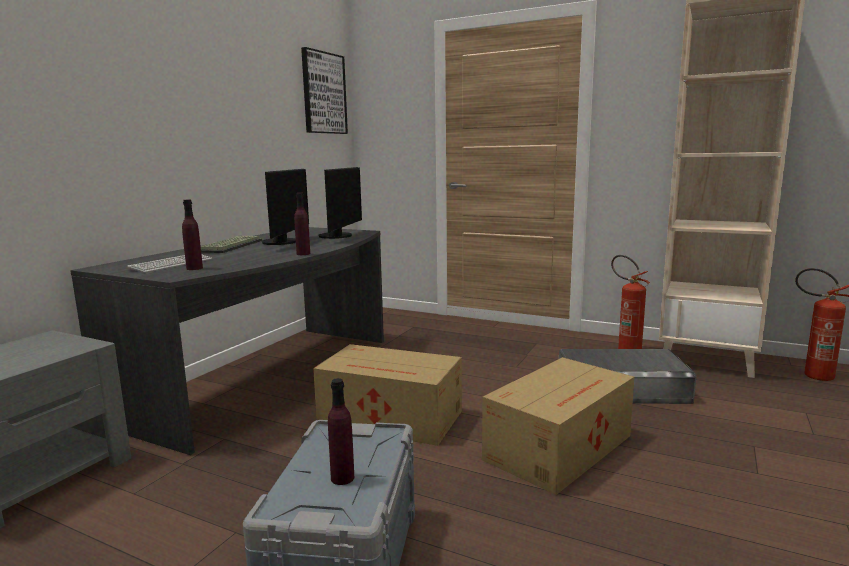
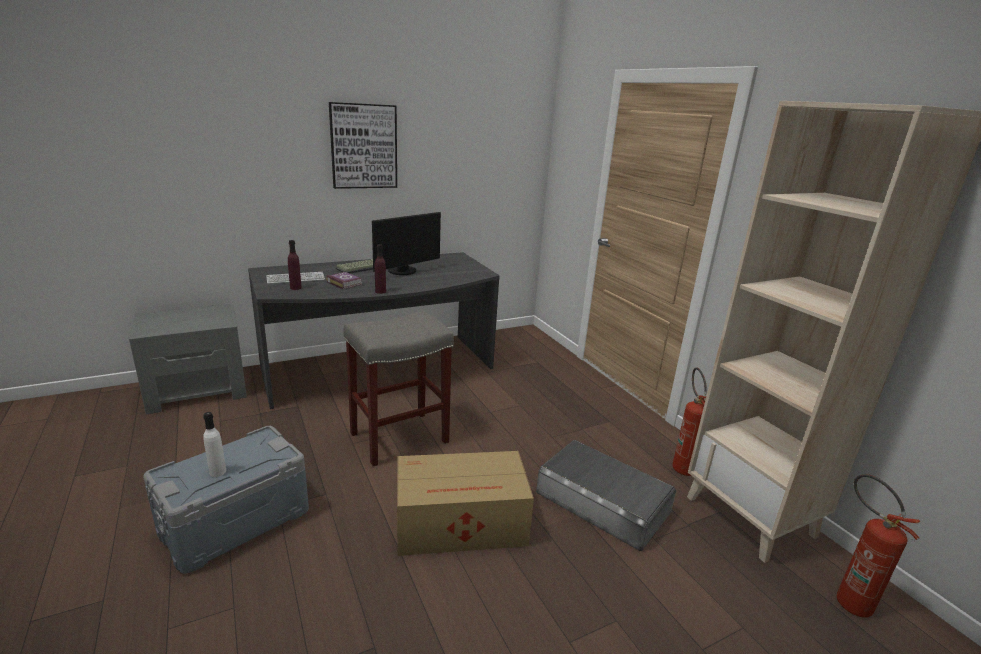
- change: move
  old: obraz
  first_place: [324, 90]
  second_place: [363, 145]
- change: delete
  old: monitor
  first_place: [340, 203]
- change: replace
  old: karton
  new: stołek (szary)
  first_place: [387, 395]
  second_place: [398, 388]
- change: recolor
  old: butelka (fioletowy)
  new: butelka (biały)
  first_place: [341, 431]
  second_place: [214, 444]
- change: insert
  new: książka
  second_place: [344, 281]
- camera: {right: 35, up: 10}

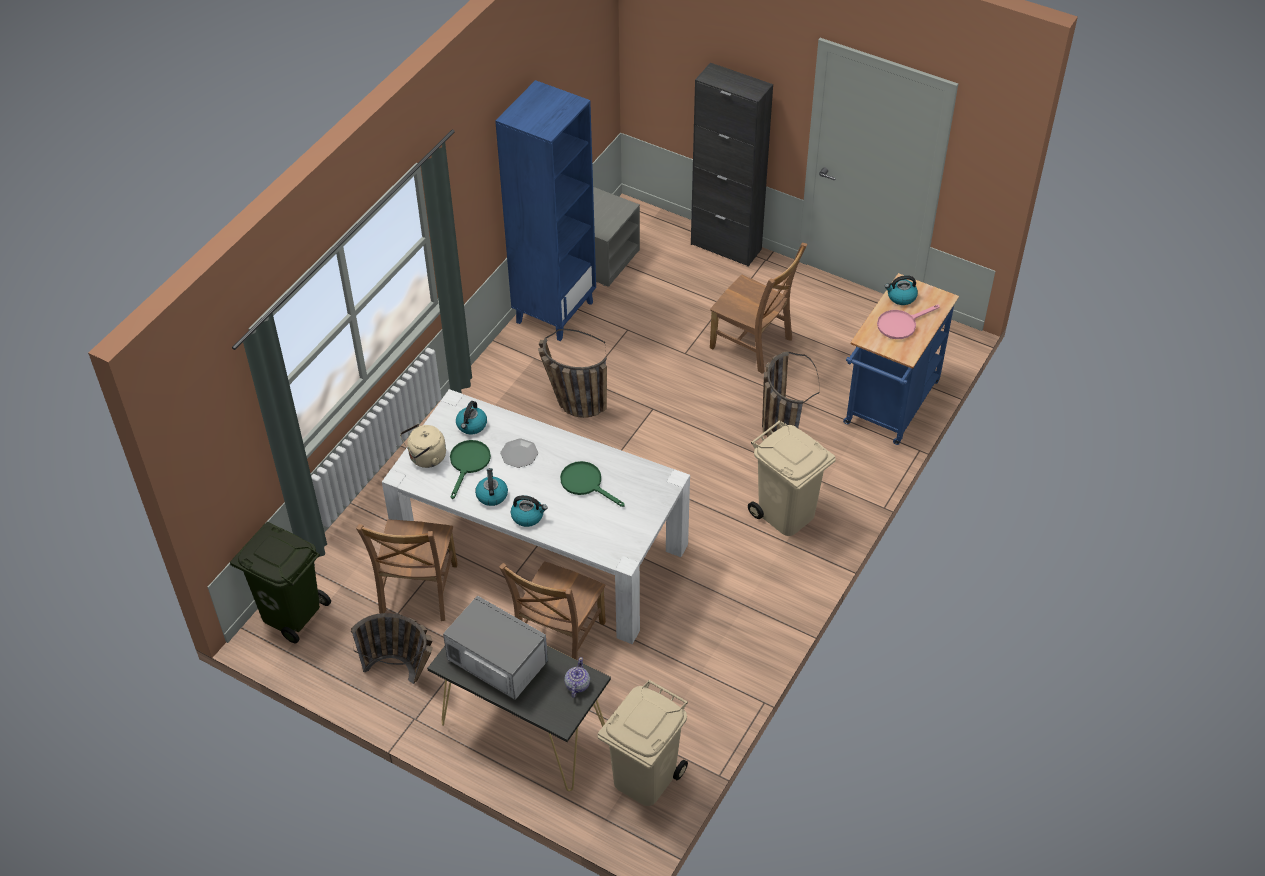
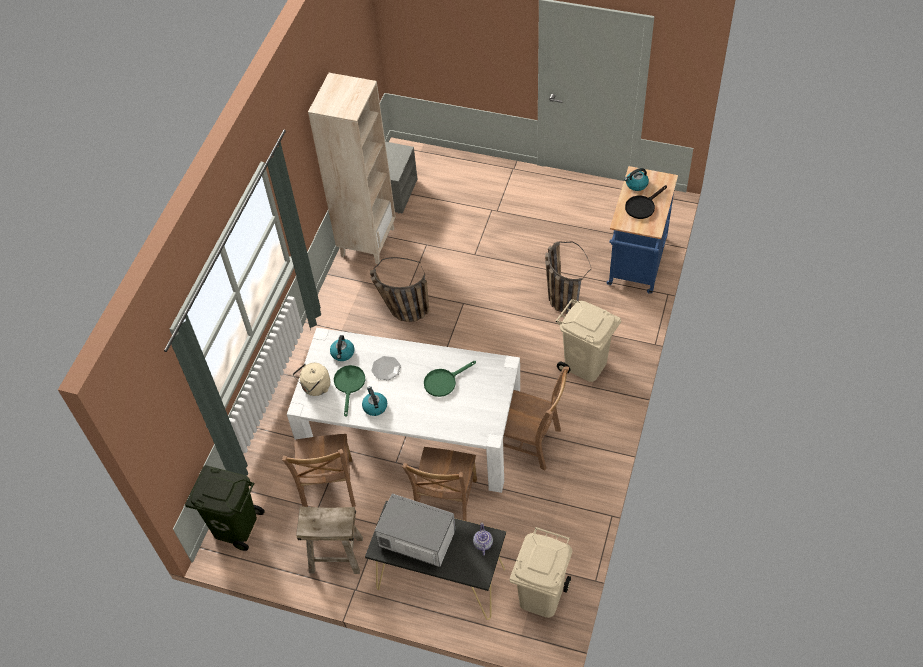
- change: delete
  old: szafka (czarny)
  first_place: [732, 165]
- change: recolor
  old: regał (niebieski)
  new: regał (beżowy)
  first_place: [545, 210]
  second_place: [352, 168]
- change: move
  old: krzesło (brązowy)
  first_place: [758, 308]
  second_place: [536, 418]
- change: recolor
  old: patelnia (różowy)
  new: patelnia (czarny)
  first_place: [908, 322]
  second_place: [646, 202]
- change: rotate
  old: patelnia (zielony)
  first_place: [592, 484]
  second_place: [450, 379]
  degrees: -60
- change: delete
  old: czajnik
  first_place: [529, 511]
- change: replace
  old: koszyk
  new: stołek (beżowy)
  first_place: [392, 648]
  second_place: [329, 540]
- camera: {right: -10, up: 5}

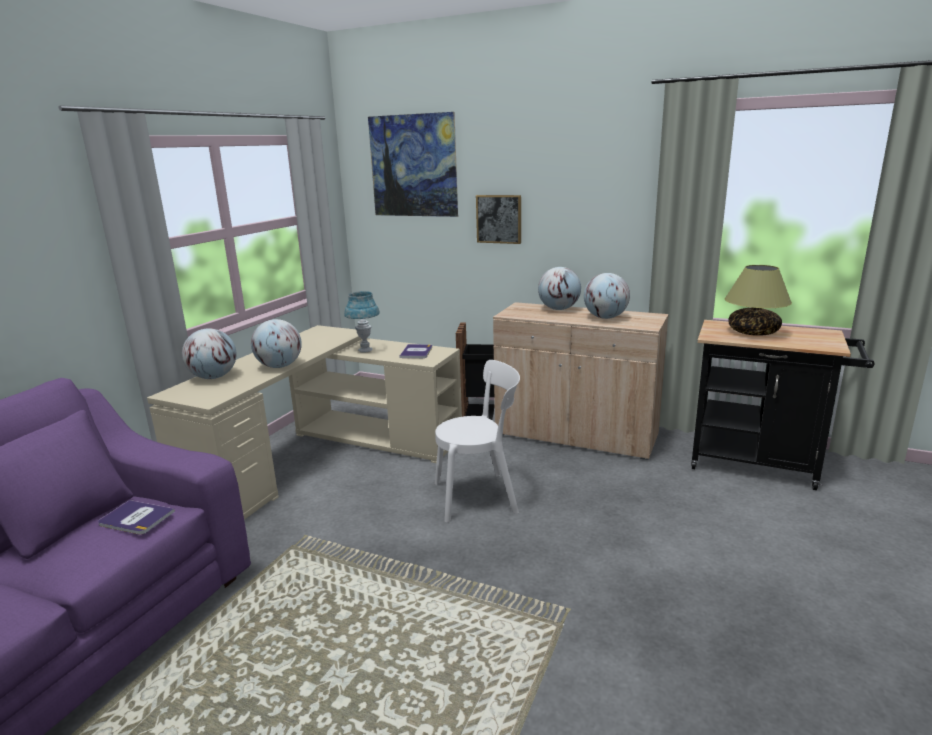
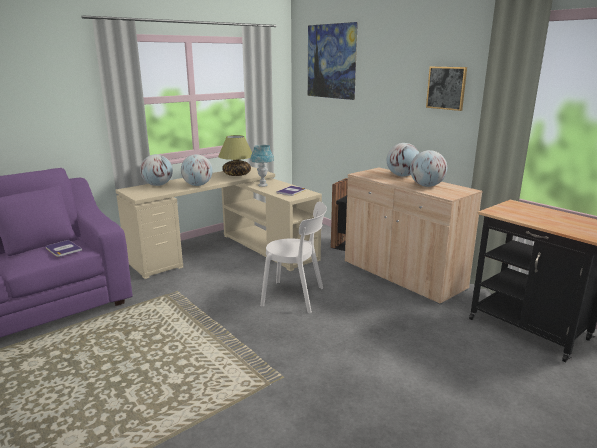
- change: move
  old: obraz
  first_place: [498, 219]
  second_place: [446, 88]
- change: move
  old: lampa stołowa
  first_place: [758, 300]
  second_place: [235, 155]
- camera: {right: 25, up: 0}

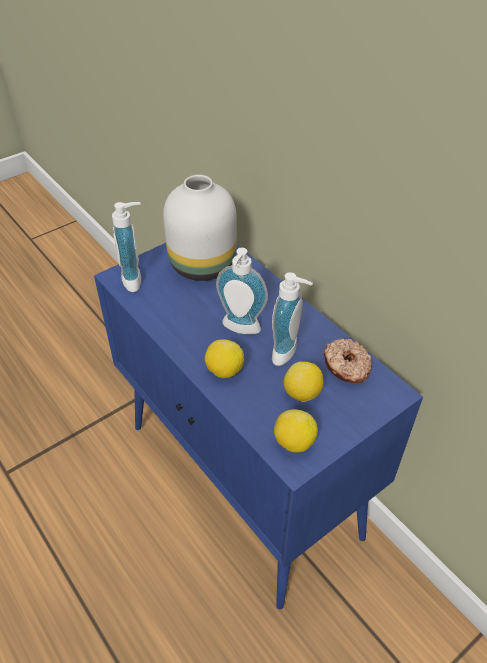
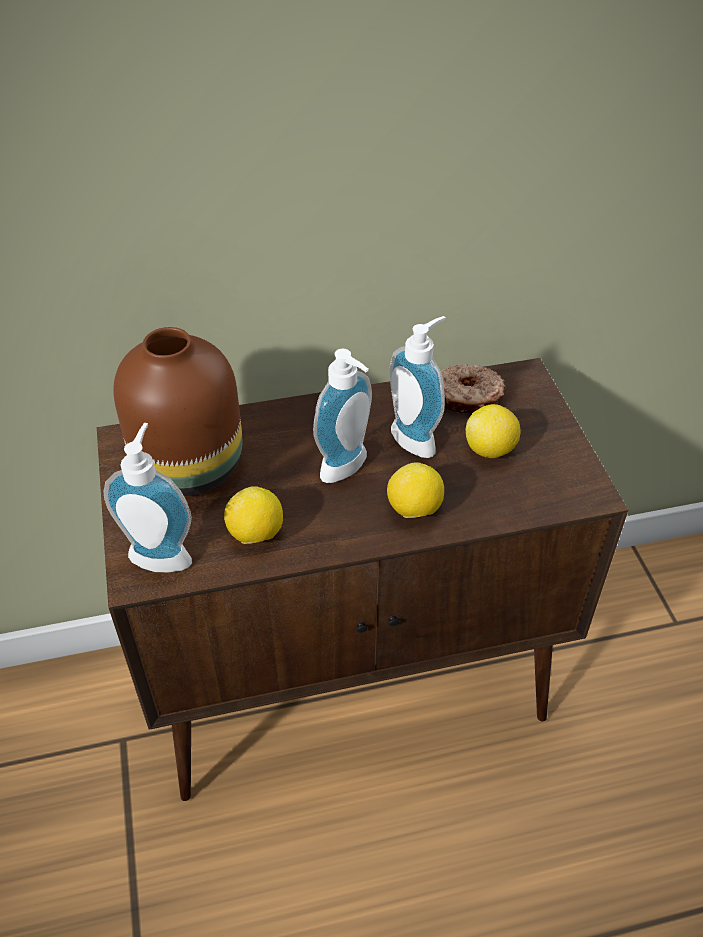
- change: recolor
  old: wazon (biały)
  new: wazon (brązowy)
  first_place: [200, 228]
  second_place: [178, 411]
- change: recolor
  old: szafka (niebieski)
  new: szafka (brązowy)
  first_place: [258, 426]
  second_place: [362, 579]
- change: move
  old: cytryna
  first_place: [296, 431]
  second_place: [253, 515]
- camera: {right: -65, up: 0}

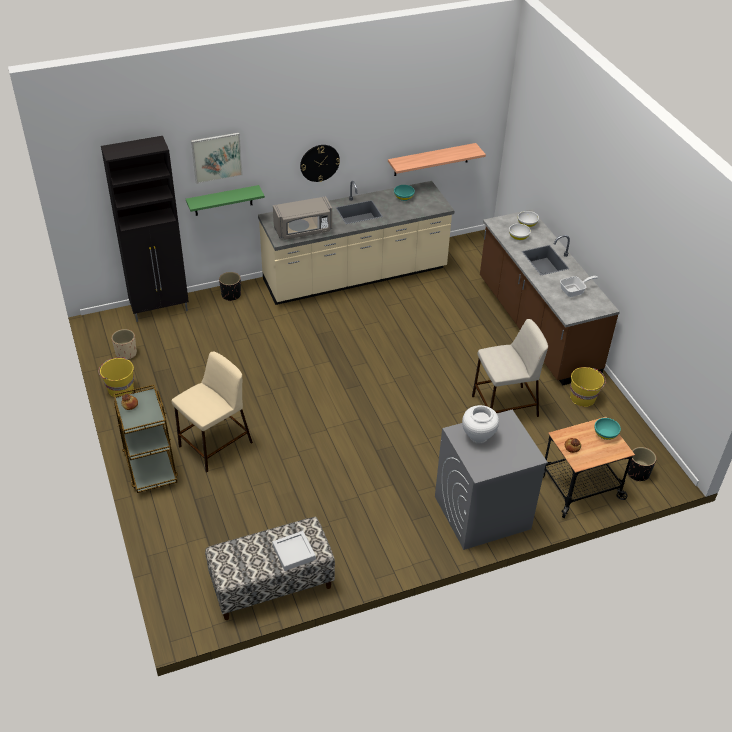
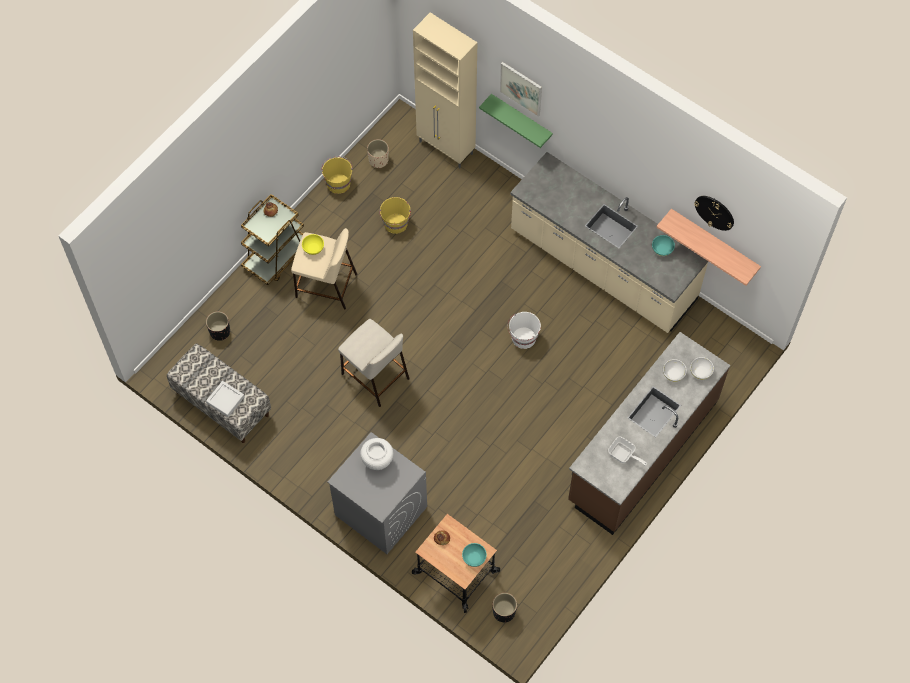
- change: recolor
  old: szafka (czarny)
  new: szafka (beżowy)
  first_place: [145, 229]
  second_place: [445, 90]
- change: move
  old: zegar ścienny
  first_place: [320, 163]
  second_place: [714, 213]
- change: delete
  old: mikrofalówka (szary)
  first_place: [302, 218]
- change: move
  old: donica (czarny)
  first_place: [230, 286]
  second_place: [218, 326]
- change: move
  old: stołek (beżowy)
  first_place: [510, 368]
  second_place: [373, 363]
- change: move
  old: wiadro (żółty)
  first_place: [588, 387]
  second_place: [395, 215]
- change: insert
  new: miska (żółty)
  second_place: [313, 244]
- change: insert
  new: wiadro (biały)
  second_place: [524, 330]
- camera: {right: 60, up: 20}

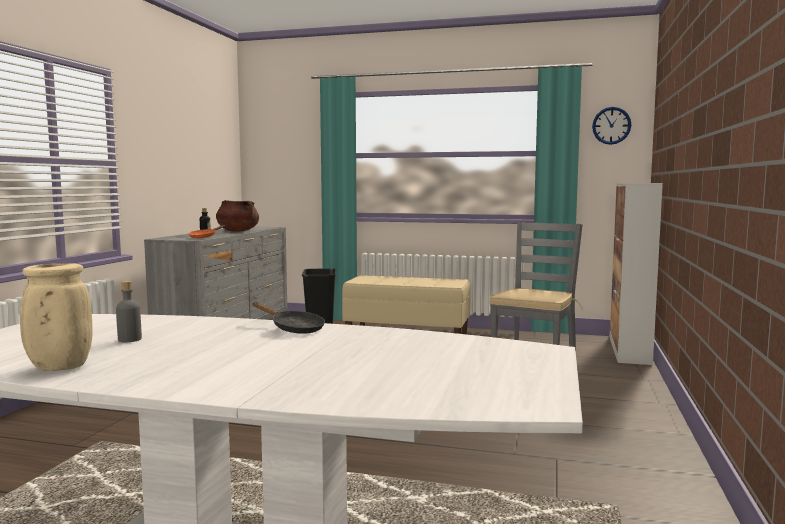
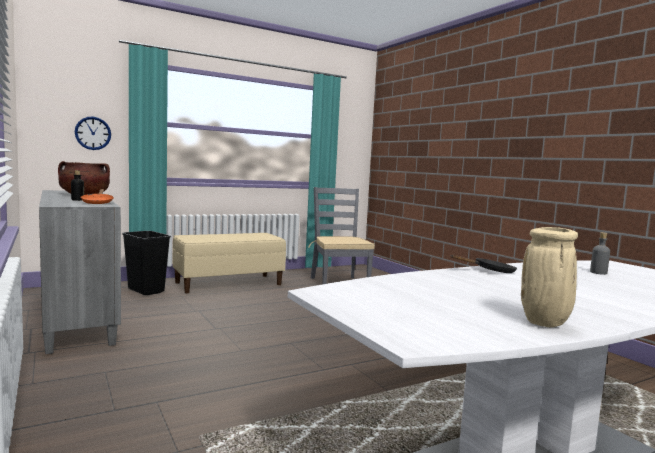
- change: move
  old: zegar ścienny
  first_place: [611, 126]
  second_place: [93, 133]
- change: delete
  old: szafka
  first_place: [636, 274]
- change: move
  old: butelka (szary)
  first_place: [129, 311]
  second_place: [600, 253]
- camera: {right: -45, up: 0}

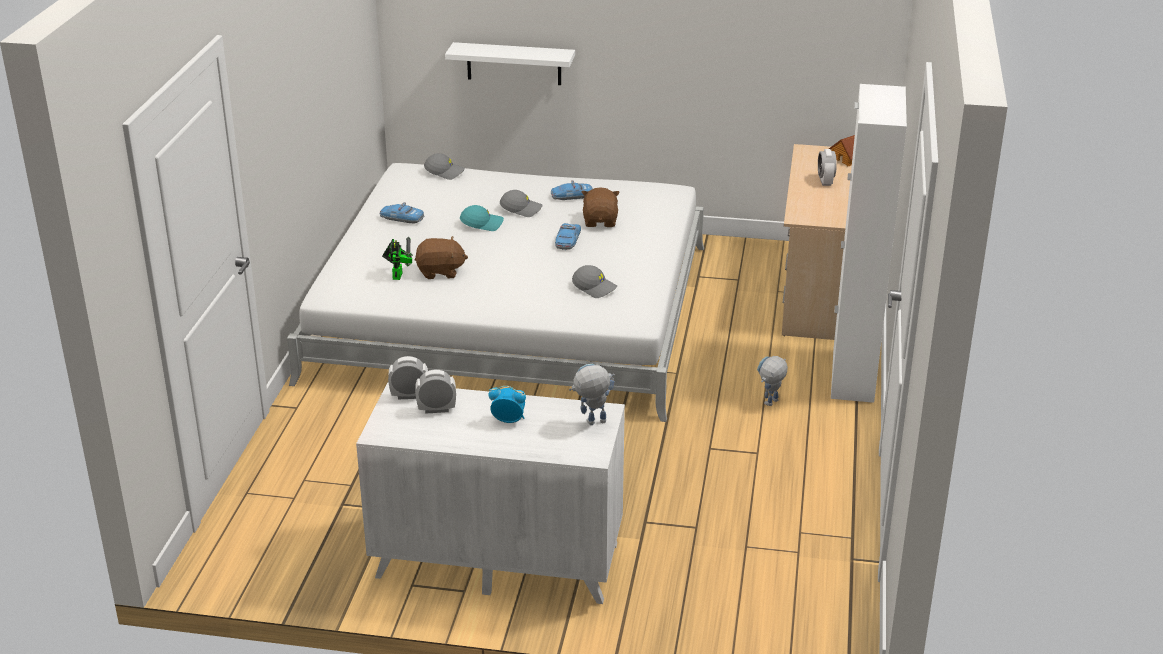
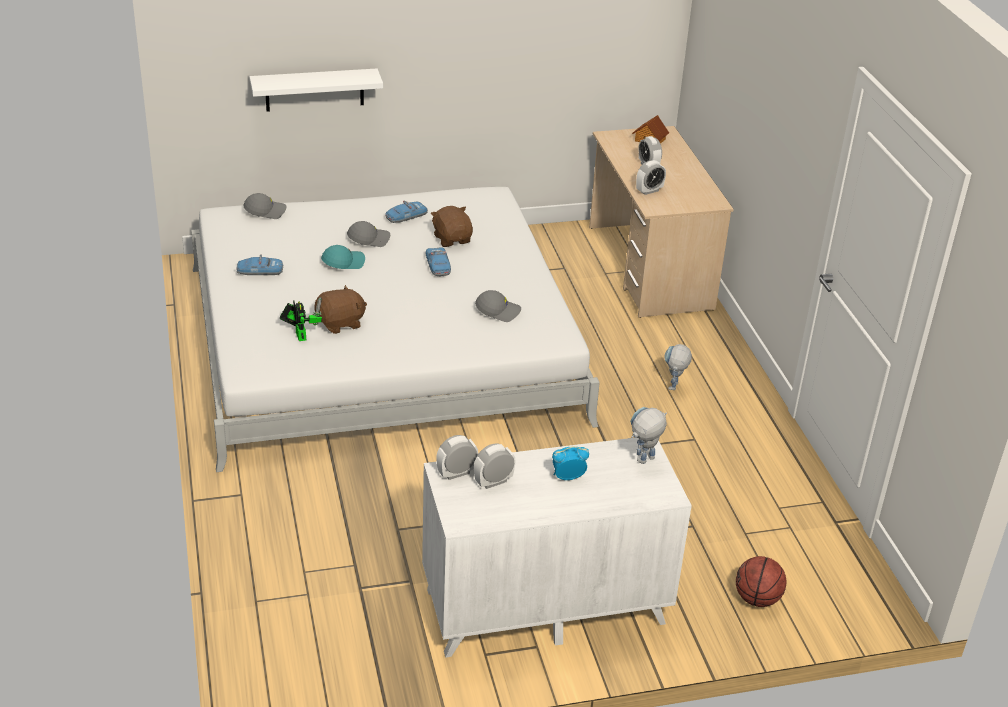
- change: delete
  old: szafka (biały)
  first_place: [869, 243]
- change: insert
  new: budzik
  second_place: [651, 177]
- change: insert
  new: piłka do koszykówki
  second_place: [761, 581]
- camera: {right: -25, up: 5}

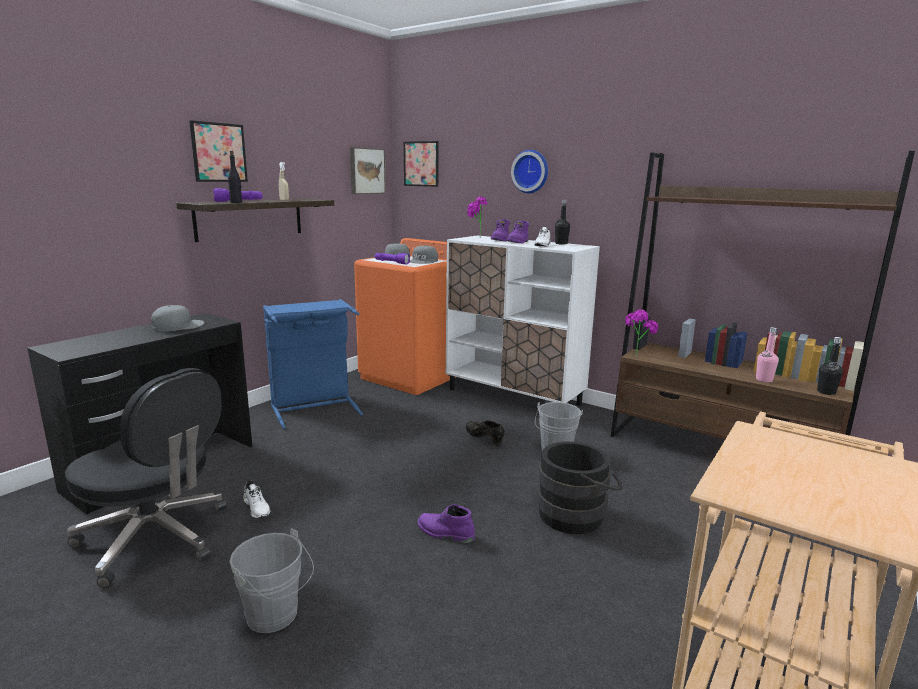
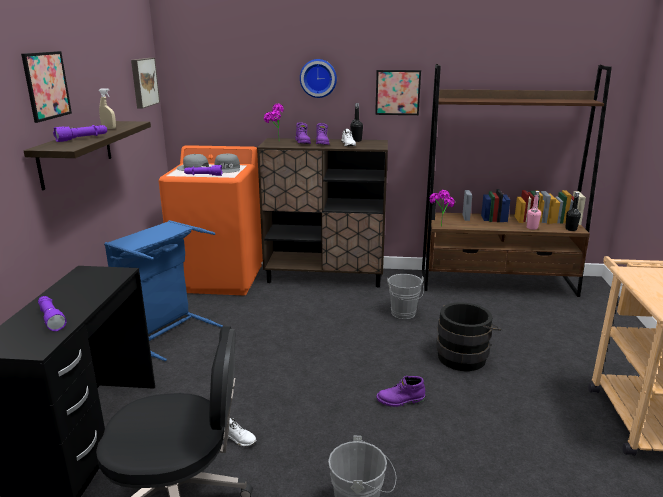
- change: move
  old: obraz
  first_place: [421, 164]
  second_place: [398, 92]
- change: delete
  old: butelka (czarny)
  first_place: [235, 177]
- change: recolor
  old: szafka (biały)
  new: szafka (brązowy)
  first_place: [523, 321]
  second_place: [322, 212]
- change: delete
  old: czapka z daszkiem (szary)
  first_place: [178, 318]
- change: delete
  old: but (czarny)
  first_place: [485, 432]
- change: insert
  new: latarka (fioletowy)
  second_place: [52, 313]
- camera: {right: -30, up: 5}

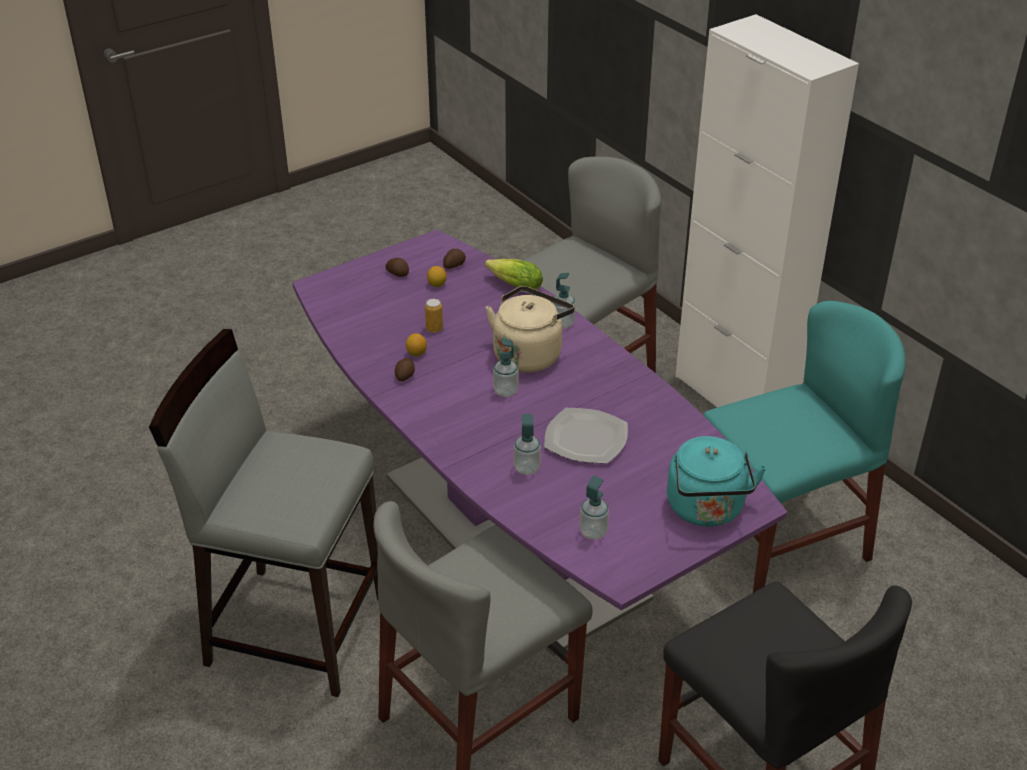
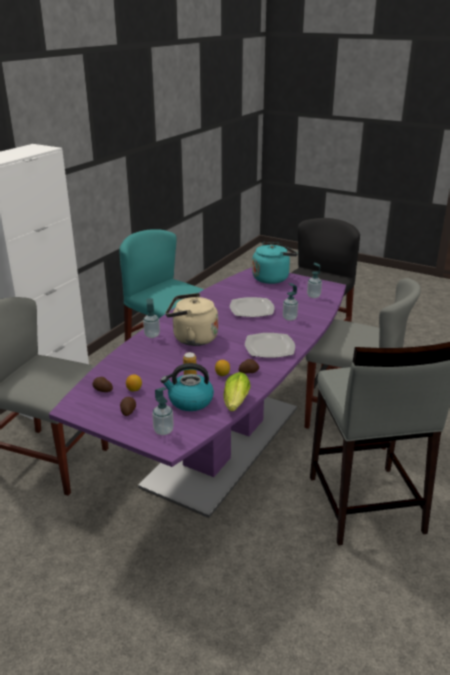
- change: move
  old: sałata
  first_place: [514, 274]
  second_place: [237, 391]
- change: move
  old: dozownik mydła
  first_place: [505, 367]
  second_place: [163, 411]
- change: insert
  new: talerz
  second_place: [270, 345]
- change: insert
  new: czajnik
  second_place: [187, 387]
- camera: {right: -115, up: -10}

